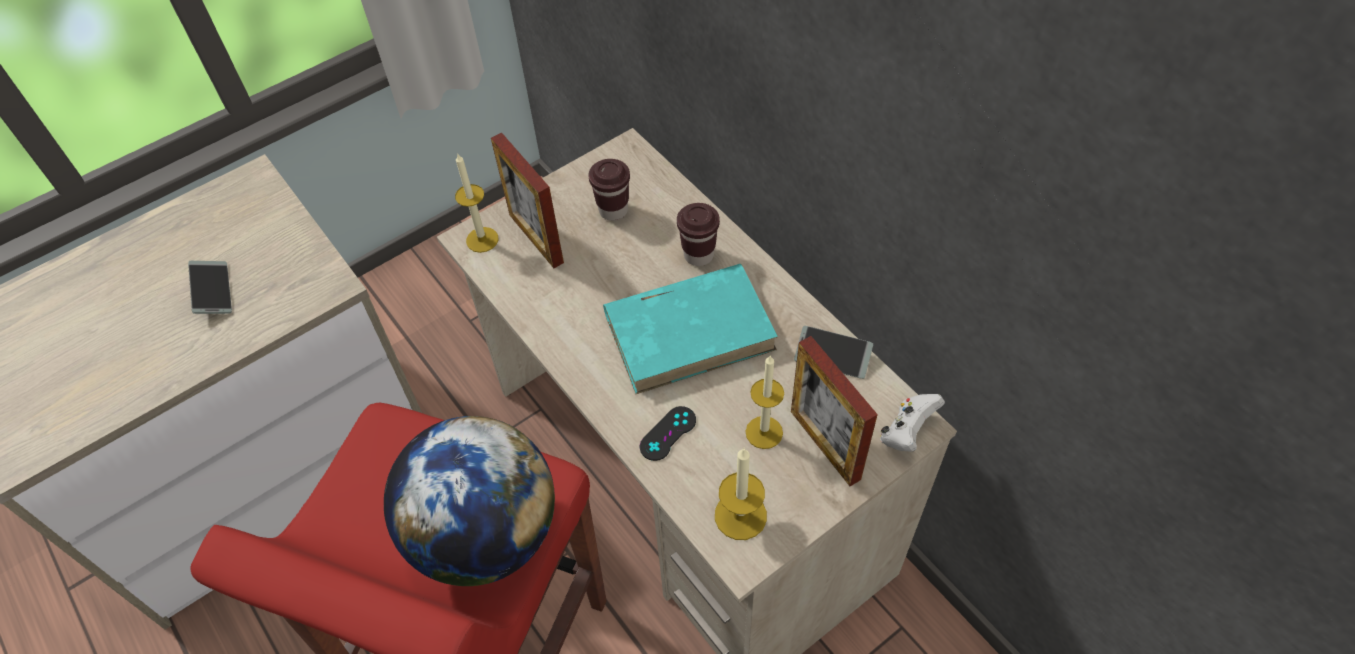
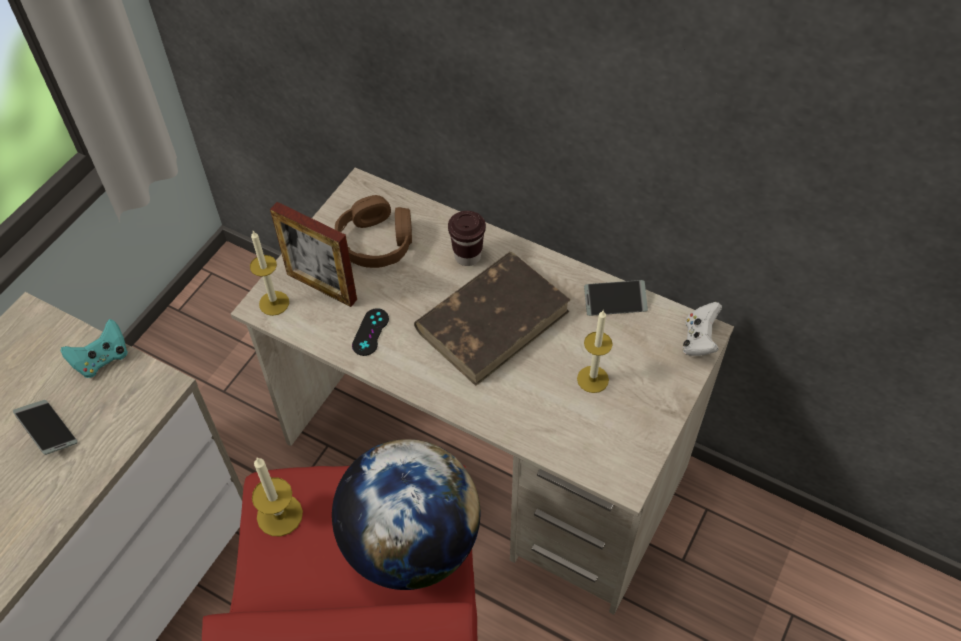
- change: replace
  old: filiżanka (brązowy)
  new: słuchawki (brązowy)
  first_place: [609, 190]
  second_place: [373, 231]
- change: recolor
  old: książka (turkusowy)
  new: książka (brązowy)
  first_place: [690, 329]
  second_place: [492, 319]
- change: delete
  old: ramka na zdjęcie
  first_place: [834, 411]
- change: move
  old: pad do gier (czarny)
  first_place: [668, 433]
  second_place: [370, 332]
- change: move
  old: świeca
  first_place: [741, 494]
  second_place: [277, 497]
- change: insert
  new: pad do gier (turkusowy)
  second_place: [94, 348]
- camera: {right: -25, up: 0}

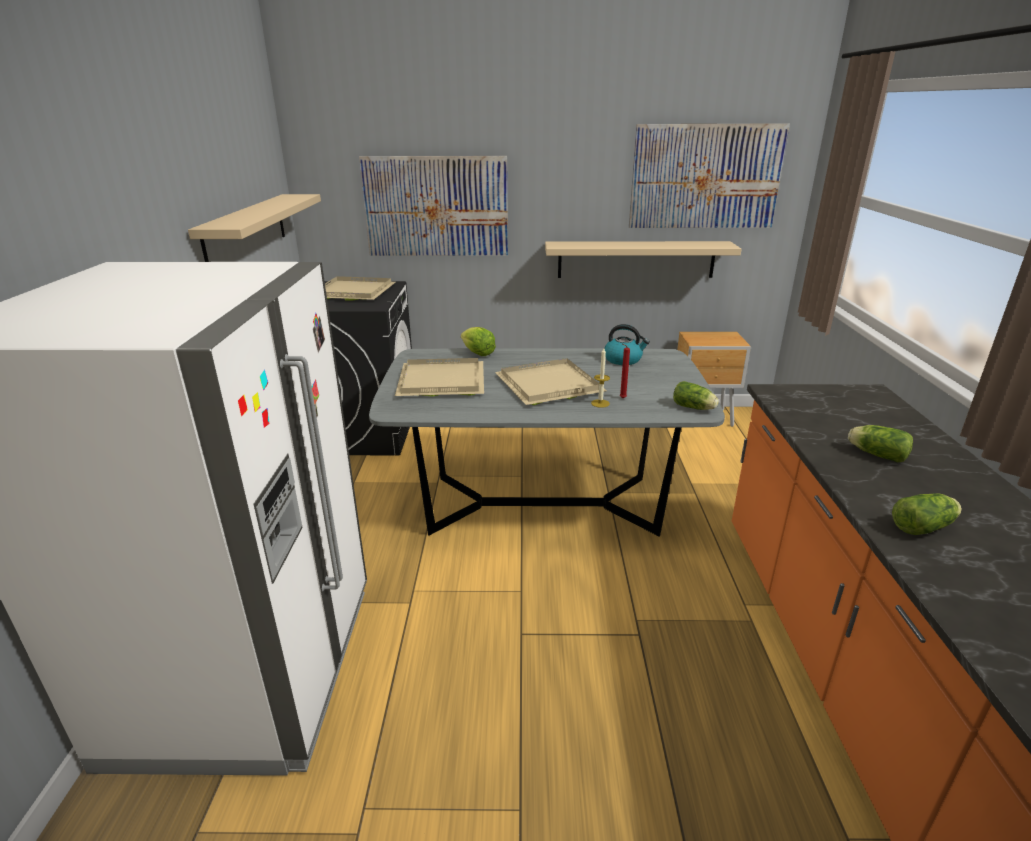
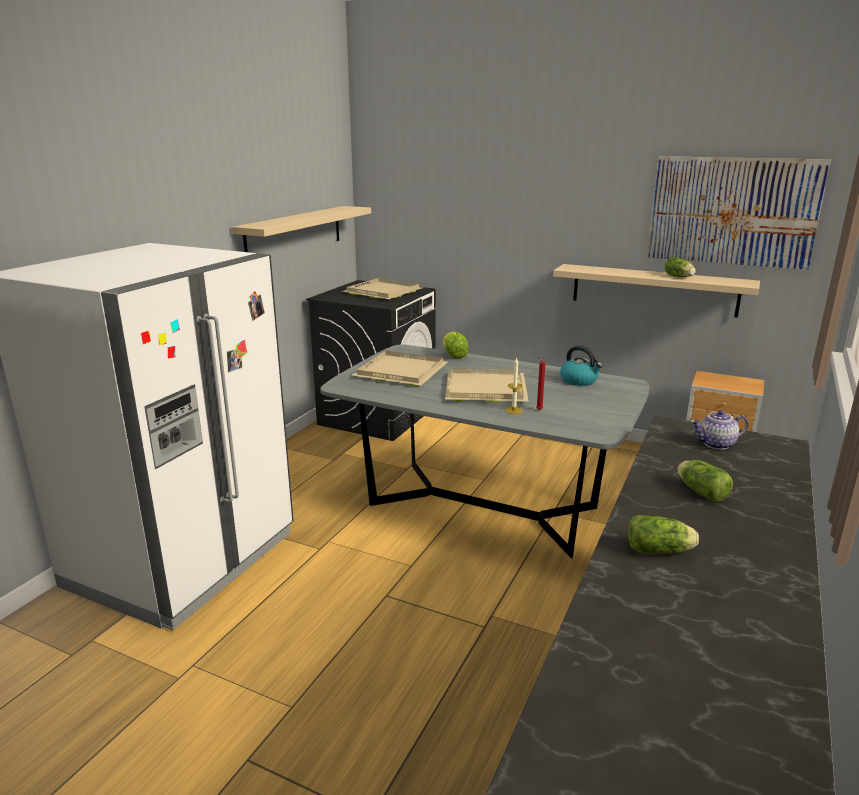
- change: delete
  old: obraz
  first_place: [433, 206]
- change: move
  old: sałata
  first_place: [696, 395]
  second_place: [680, 267]
- change: insert
  new: imbryk
  second_place: [719, 430]
- camera: {right: 25, up: -5}

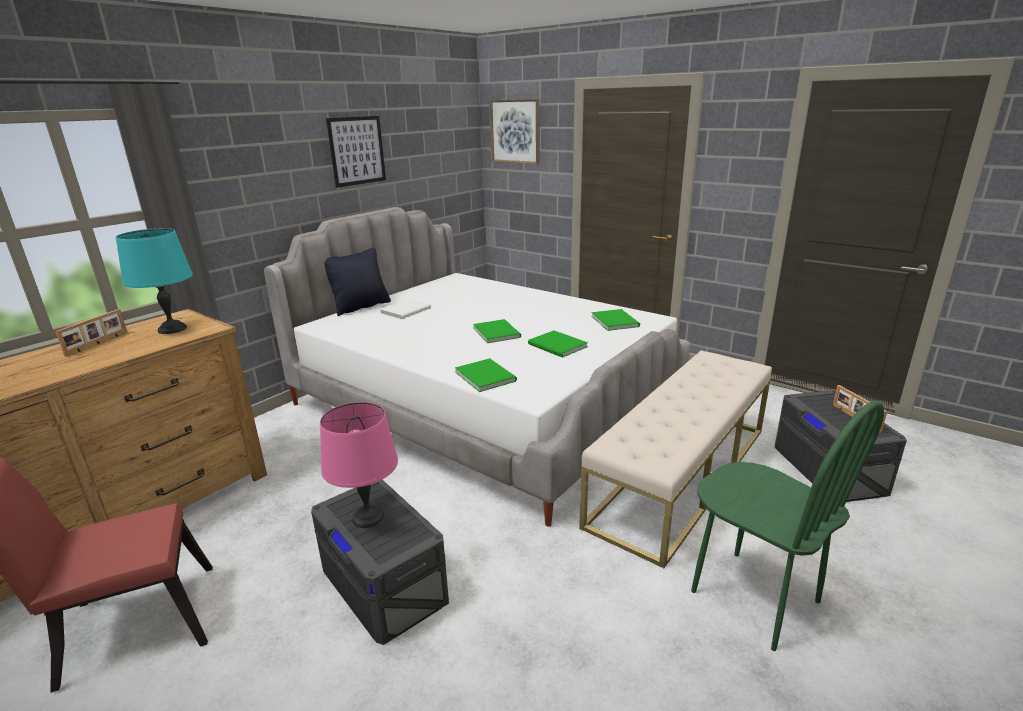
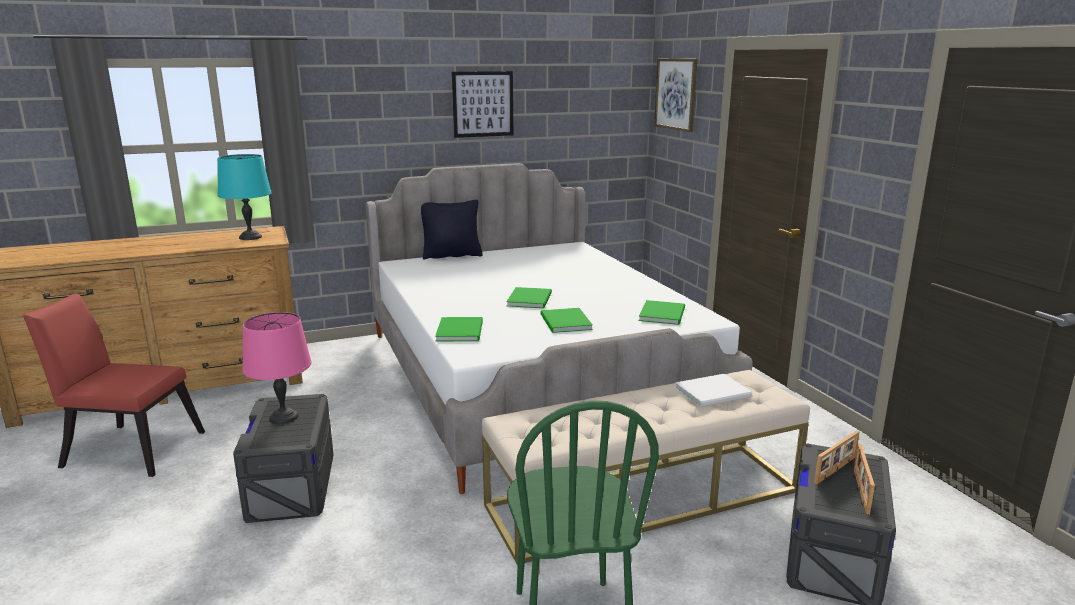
- change: move
  old: książka (biały)
  first_place: [405, 309]
  second_place: [713, 390]
- change: move
  old: ramka na zdjęcie
  first_place: [91, 333]
  second_place: [837, 457]
- camera: {right: 30, up: -5}

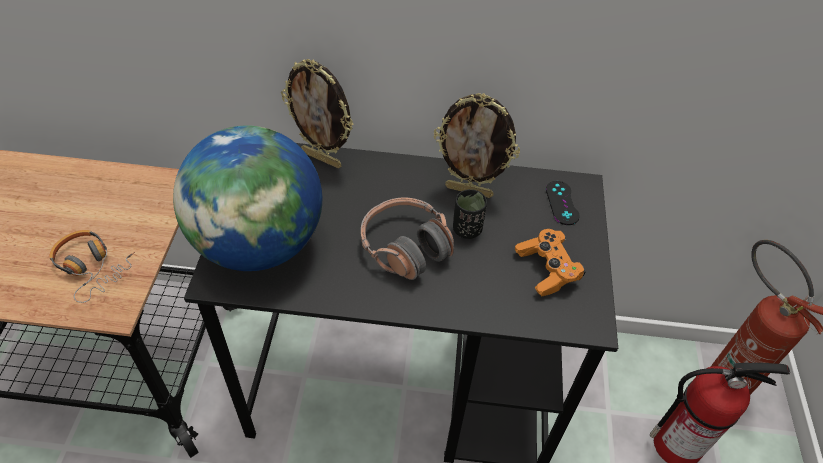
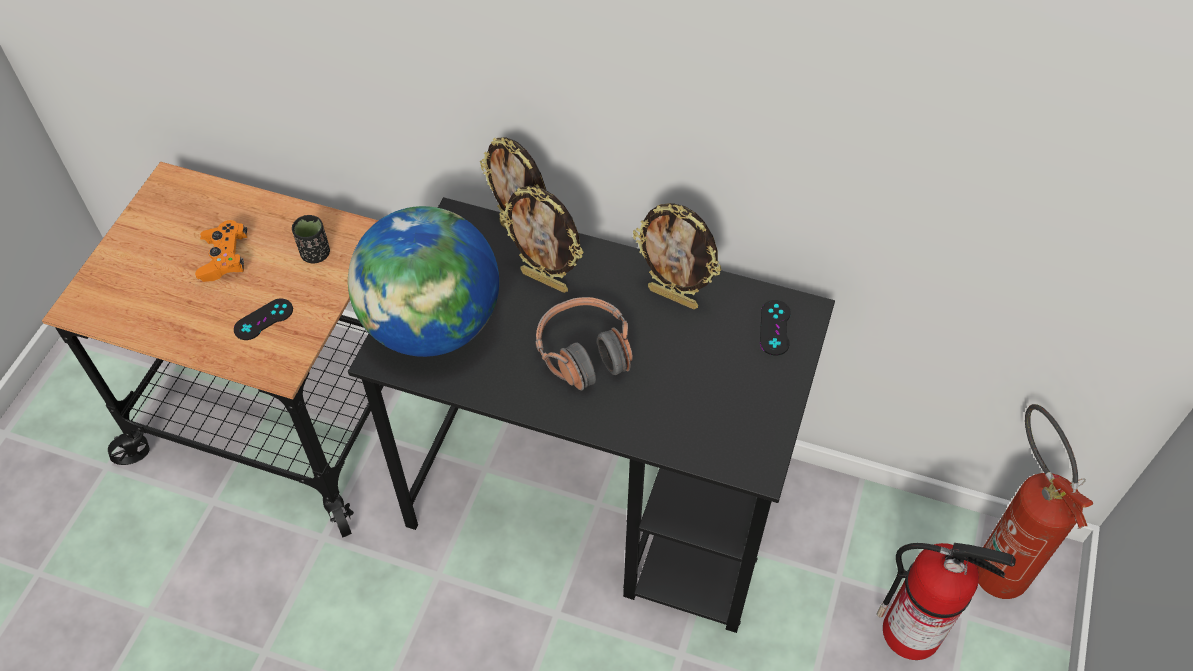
- change: move
  old: filiżanka (czarny)
  first_place: [470, 214]
  second_place: [311, 239]
- change: move
  old: pad do gier (pomarańczowy)
  first_place: [550, 263]
  second_place: [221, 251]
- change: replace
  old: słuchawki
  new: pad do gier (czarny)
  first_place: [92, 266]
  second_place: [263, 319]
- change: insert
  new: ramka na zdjęcie
  second_place: [541, 239]
- camera: {right: 15, up: 5}

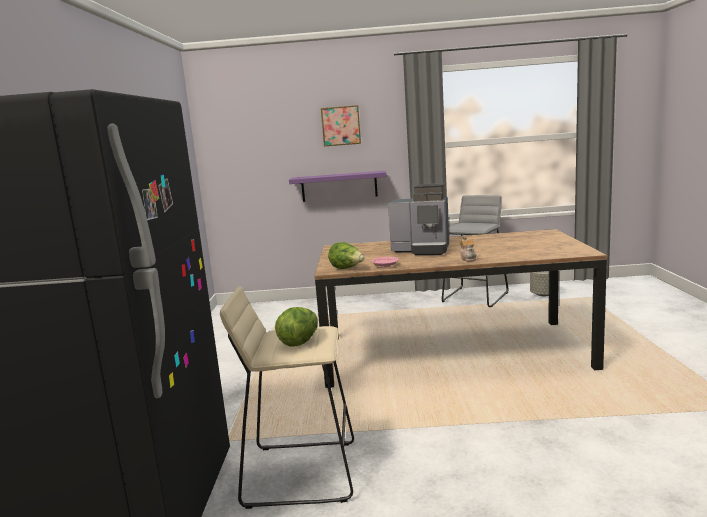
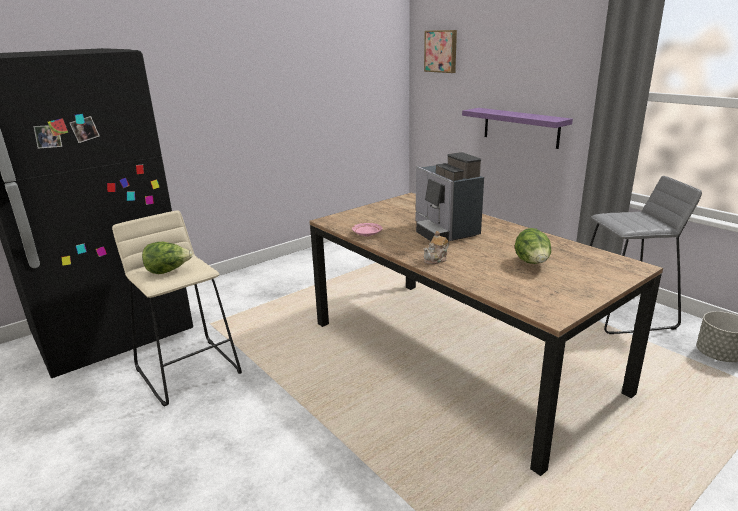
- change: move
  old: obraz
  first_place: [341, 125]
  second_place: [440, 51]
- change: move
  old: sałata
  first_place: [346, 255]
  second_place: [533, 246]
- camera: {right: 50, up: 10}

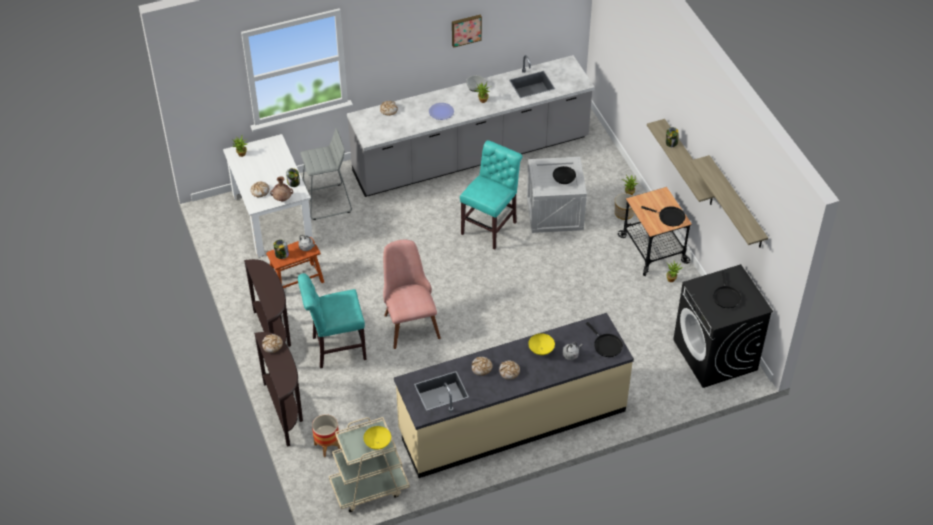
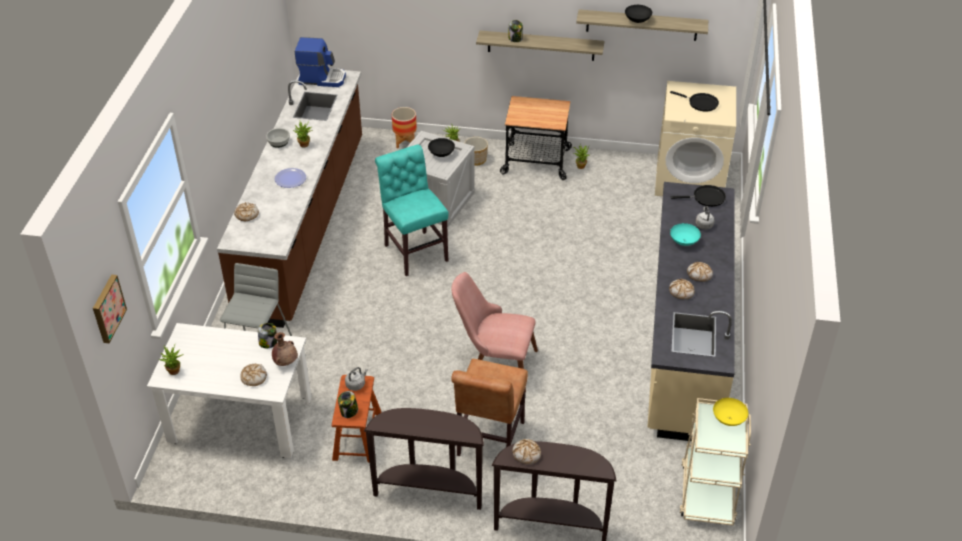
- change: move
  old: obraz
  first_place: [467, 31]
  second_place: [110, 308]
- change: recolor
  old: zabudowa kuchenna (szary)
  new: zabudowa kuchenna (brązowy)
  first_place: [471, 126]
  second_place: [289, 199]
- change: delete
  old: patelnia (czarny)
  first_place: [663, 216]
- change: recolor
  old: pralka (czarny)
  new: pralka (beżowy)
  first_place: [723, 326]
  second_place: [695, 138]
- change: recolor
  old: krzesło (turkusowy)
  new: krzesło (brązowy)
  first_place: [332, 320]
  second_place: [489, 407]
- change: recolor
  old: miska (żółty)
  new: miska (turkusowy)
  first_place: [541, 344]
  second_place: [685, 234]
- change: move
  old: donica
  first_place: [326, 435]
  second_place: [404, 128]
- change: insert
  new: miska (czarny)
  second_place: [638, 14]
- change: insert
  new: ekspres do kawy
  second_place: [320, 62]
- camera: {right: -60, up: -5}

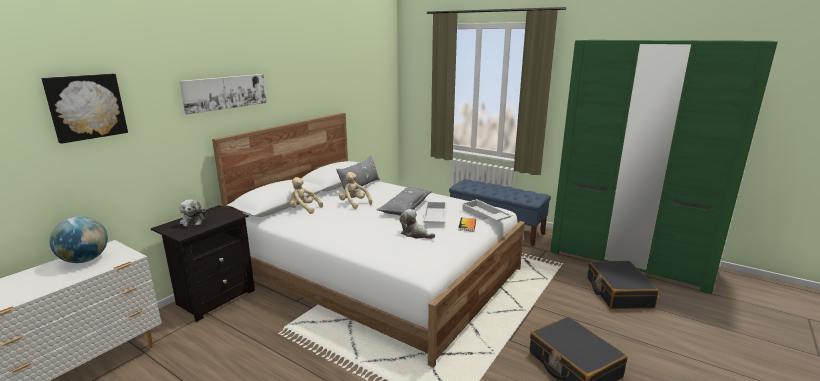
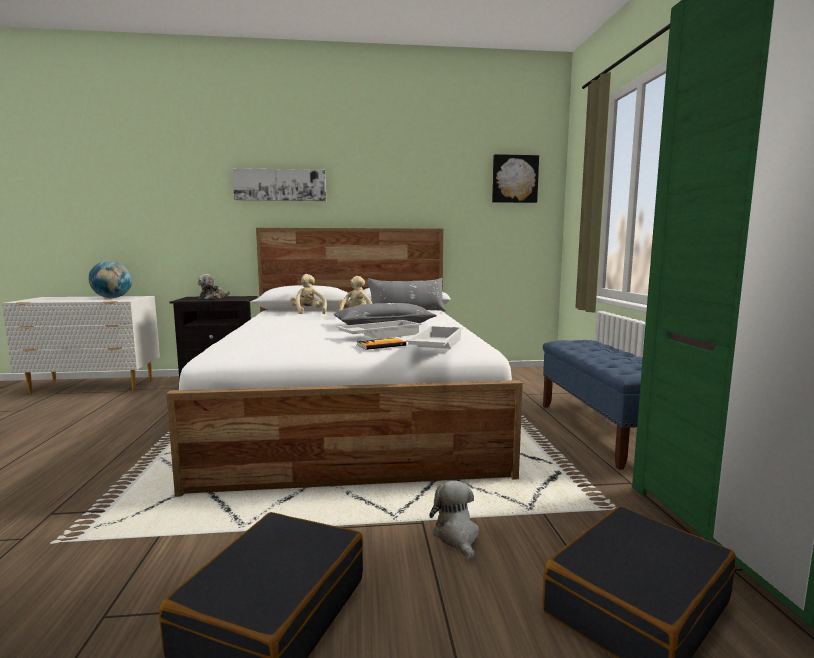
- change: move
  old: obraz
  first_place: [84, 109]
  second_place: [515, 178]
- change: move
  old: pluszak
  first_place: [417, 224]
  second_place: [454, 520]
- camera: {right: 50, up: -10}

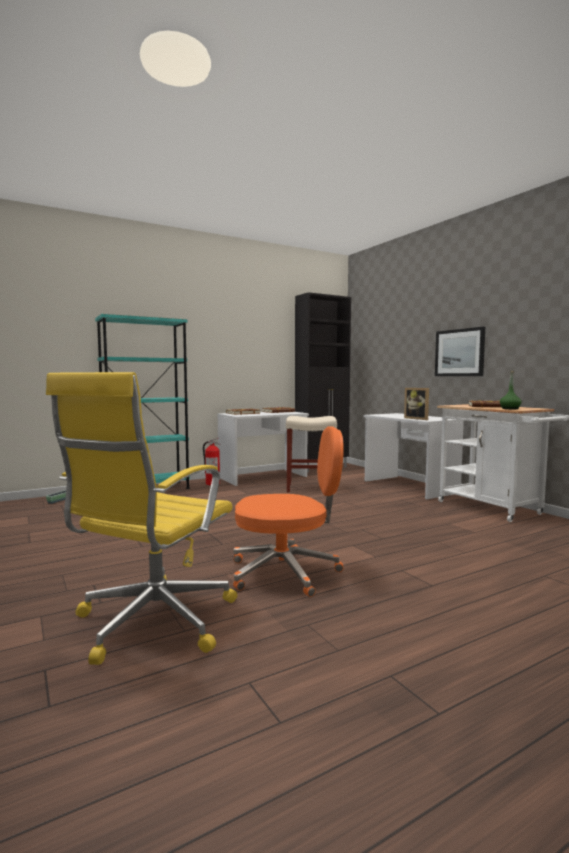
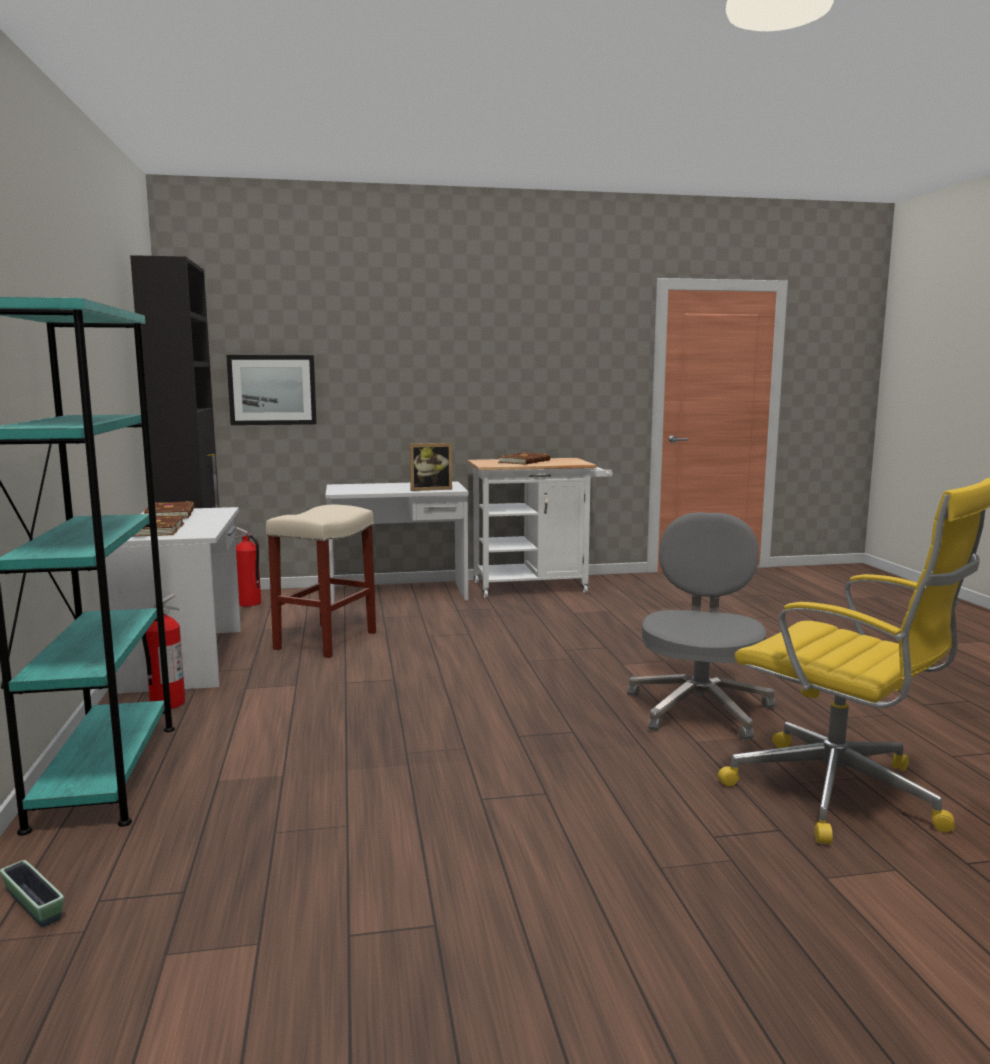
- change: move
  old: obraz
  first_place: [460, 351]
  second_place: [271, 390]
- change: delete
  old: butelka (zielony)
  first_place: [510, 390]
- change: recolor
  old: krzesło biurowe (pomarańczowy)
  new: krzesło biurowe (szary)
  first_place: [288, 511]
  second_place: [701, 626]
- change: insert
  new: gaśnica
  second_place: [248, 567]
- camera: {right: -70, up: 5}

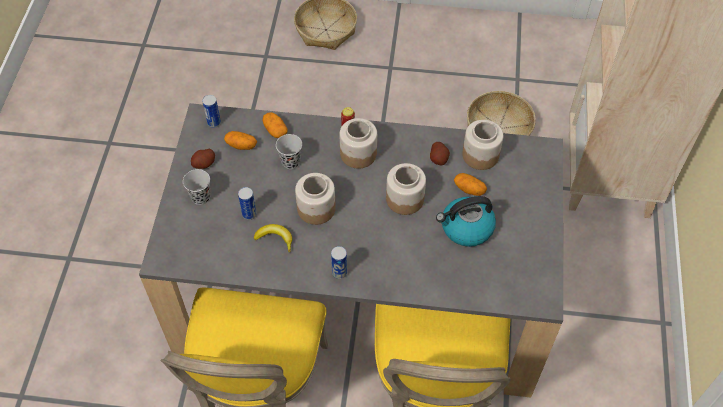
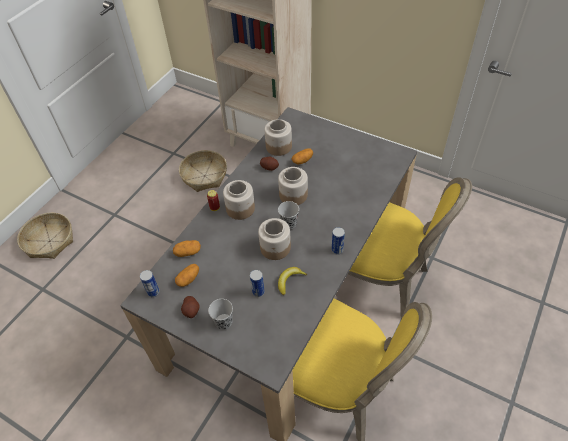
- change: move
  old: filiżanka (czarny)
  first_place: [289, 151]
  second_place: [288, 215]
- change: delete
  old: czajnik
  first_place: [466, 221]
- camera: {right: -65, up: -5}

